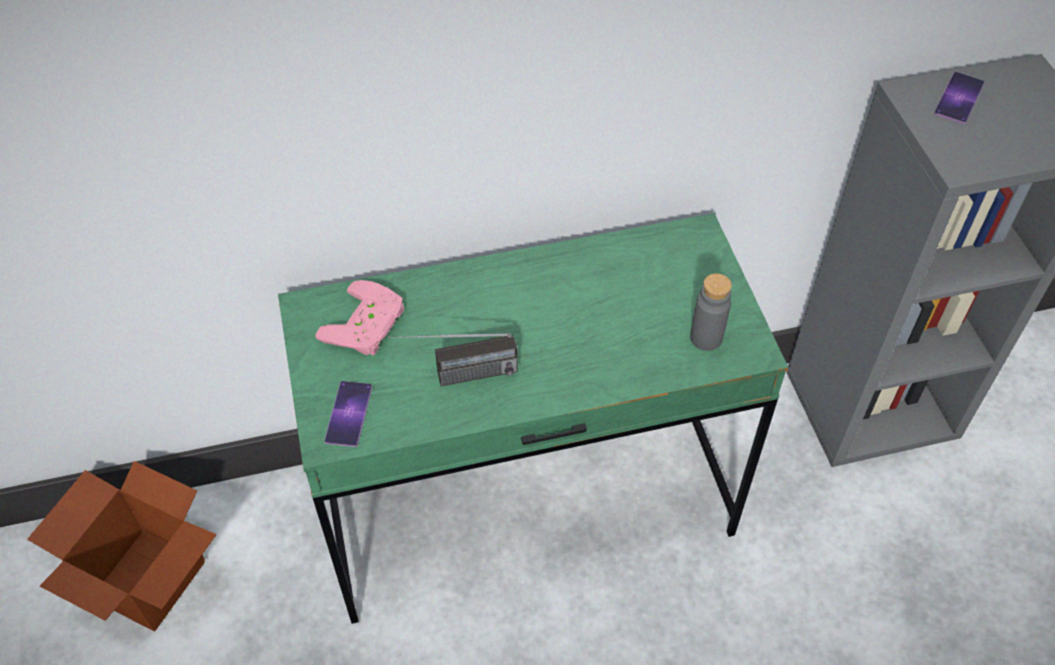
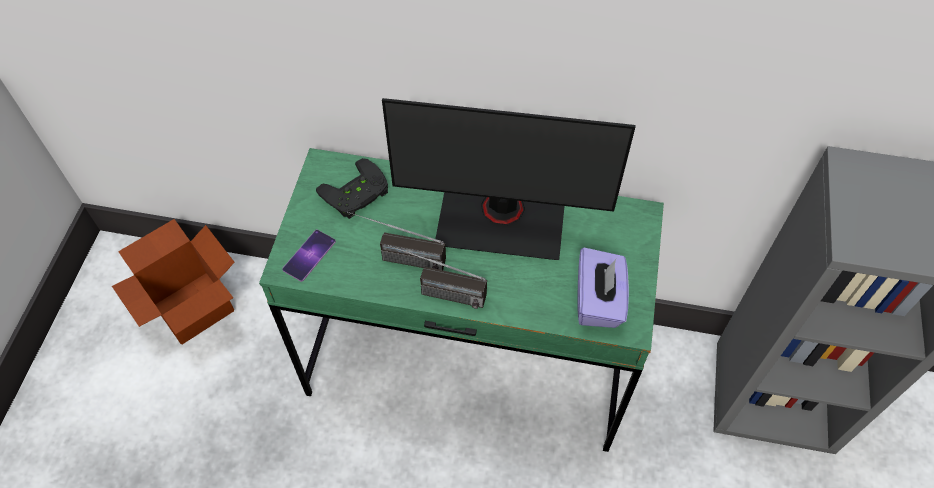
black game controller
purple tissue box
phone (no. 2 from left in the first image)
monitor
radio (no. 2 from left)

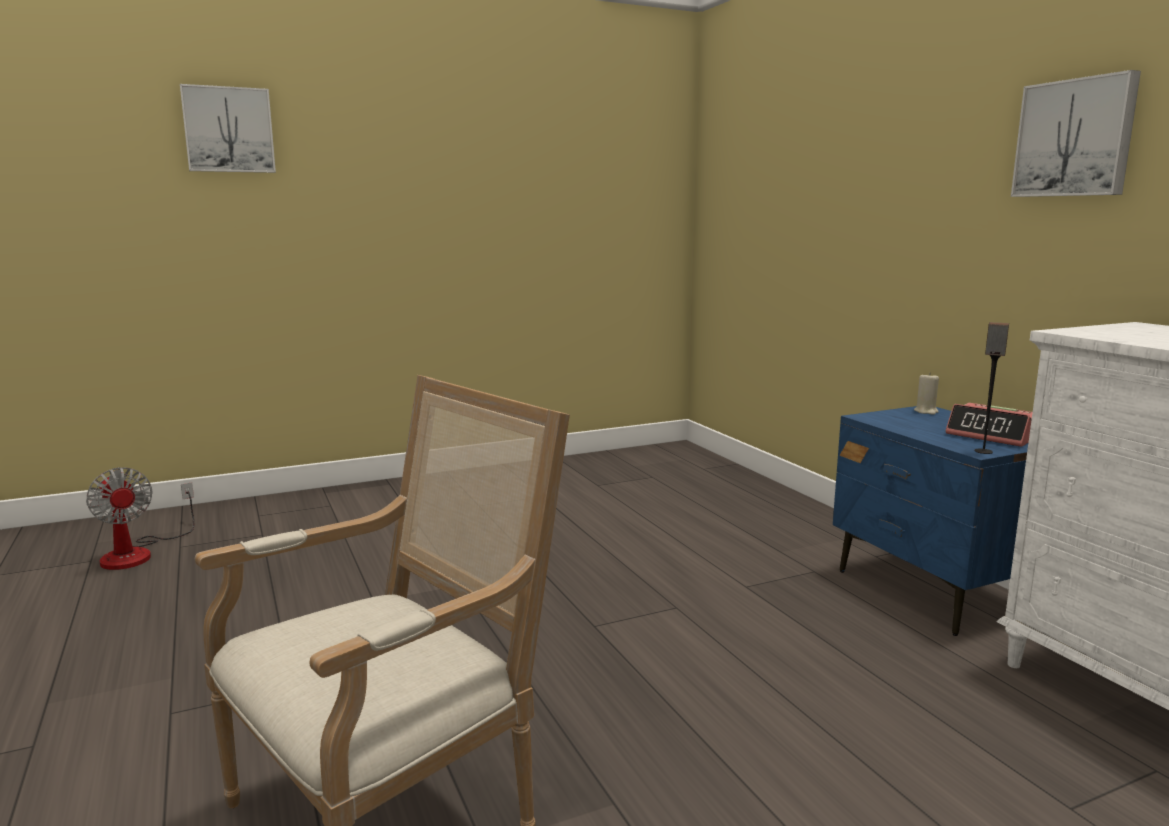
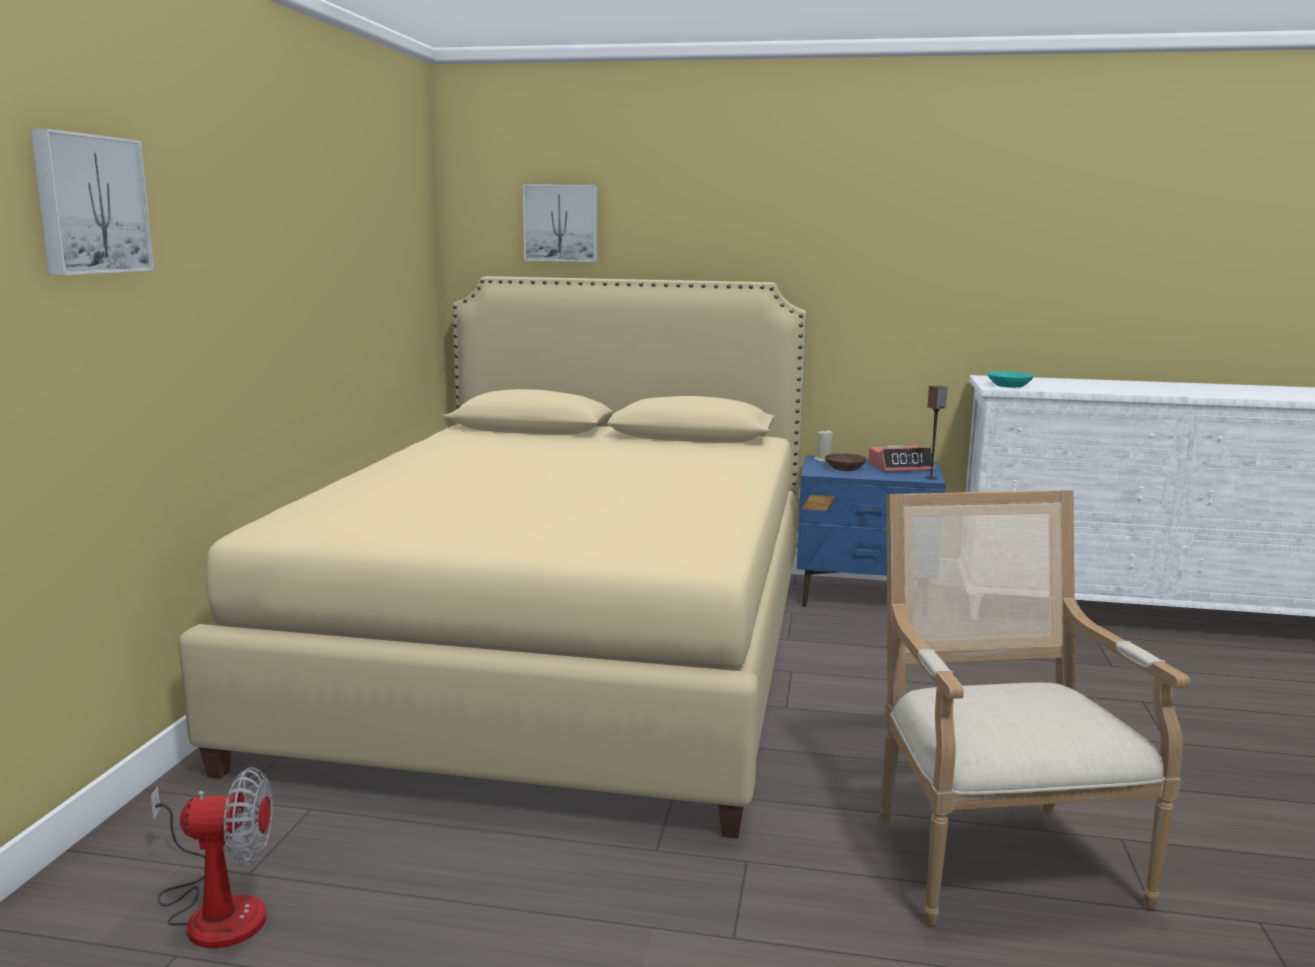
picture (no. 2 from left)
beige bed
brown bowl
turquoise bowl

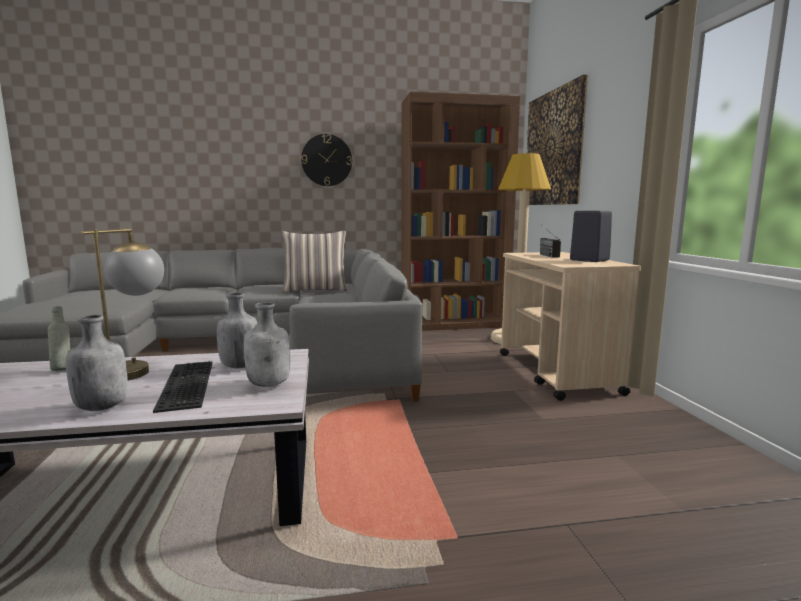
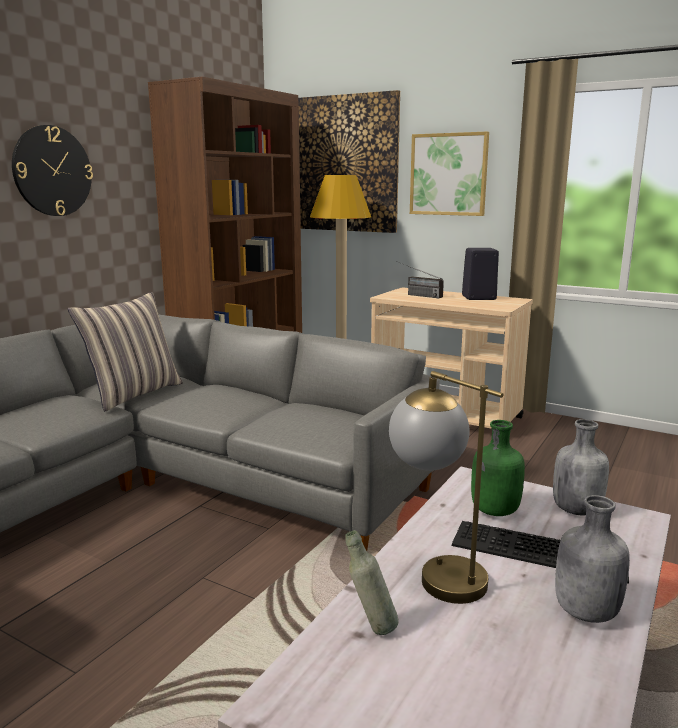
green bottle
picture (no. 2 from left)

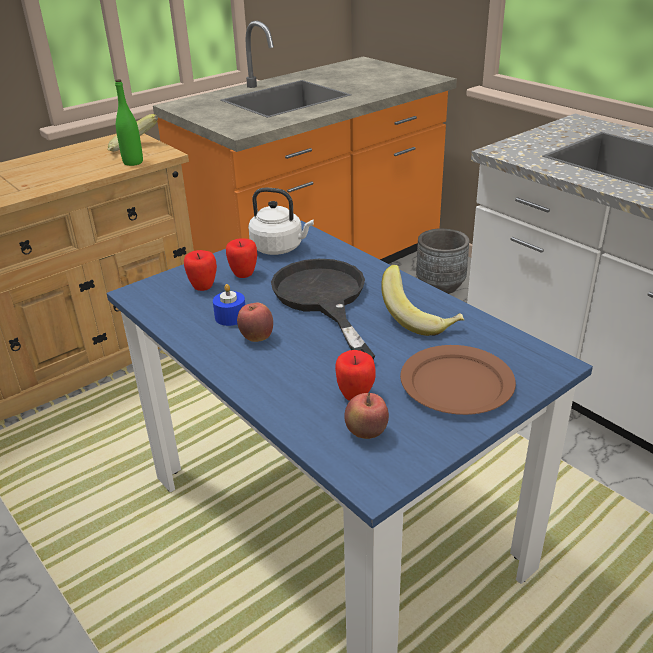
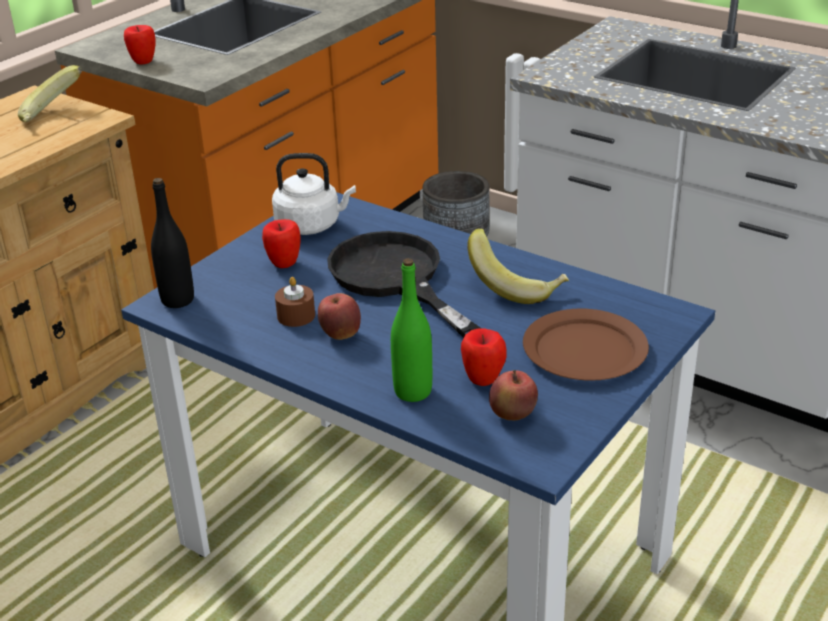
green bottle
apple (no. 1 from left)
brown candle
black bottle

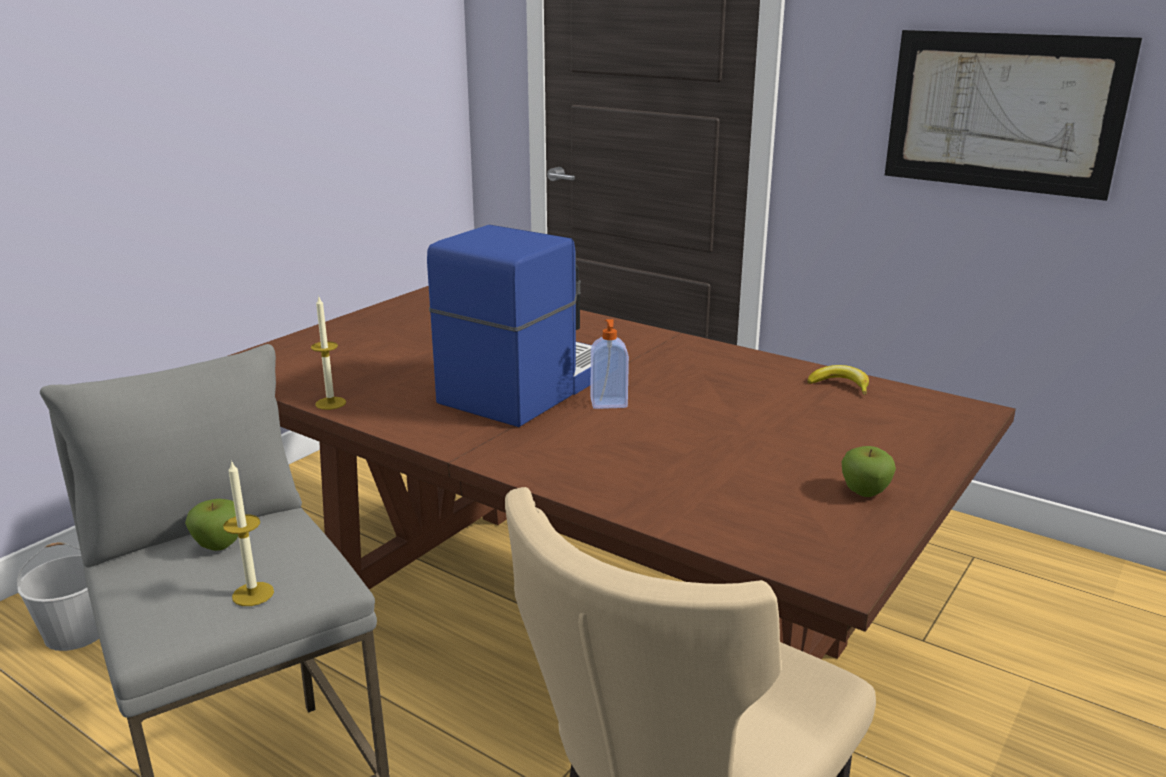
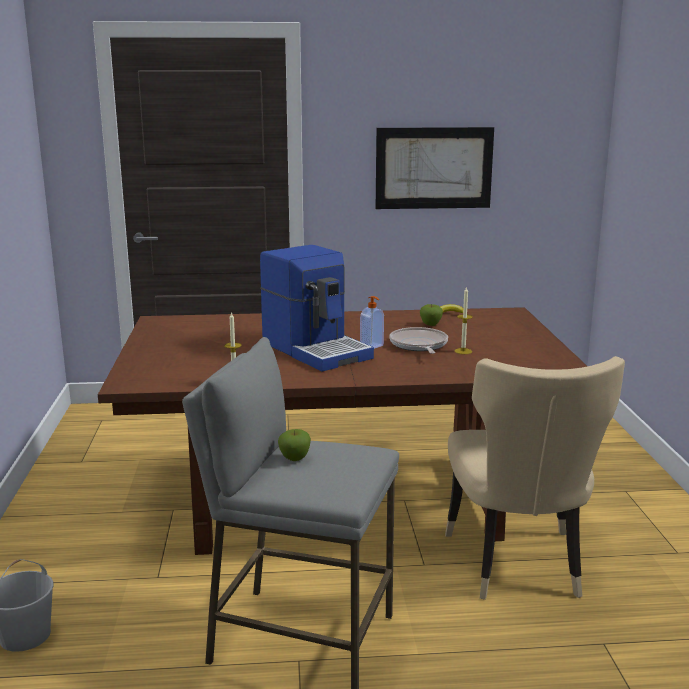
candle (no. 2 from left)
coffee machine
apple (no. 2 from left)
frying pan

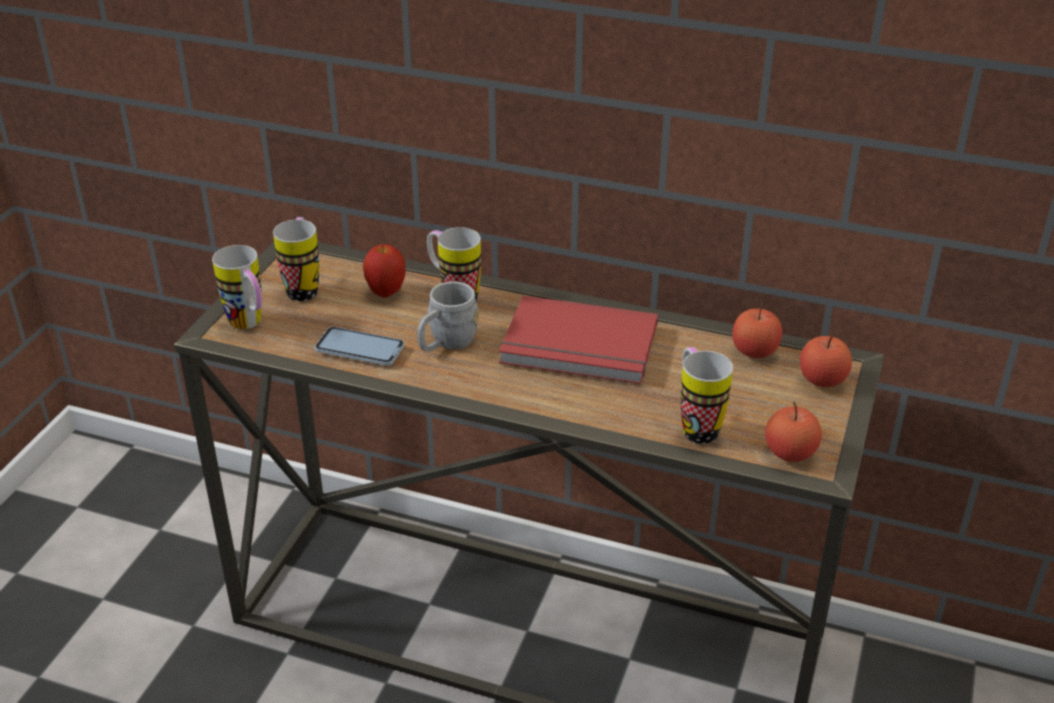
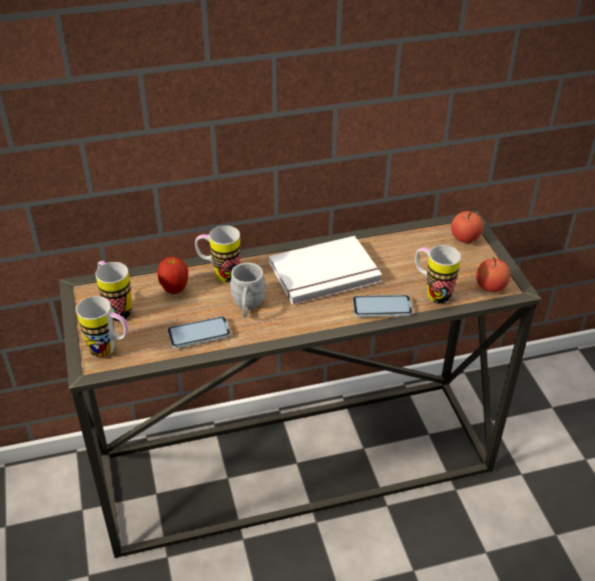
white book
apple (no. 2 from left in the first image)
phone (no. 2 from left)

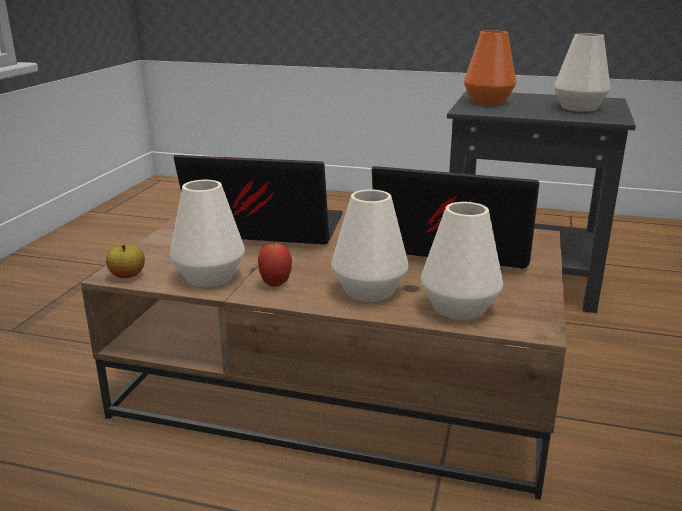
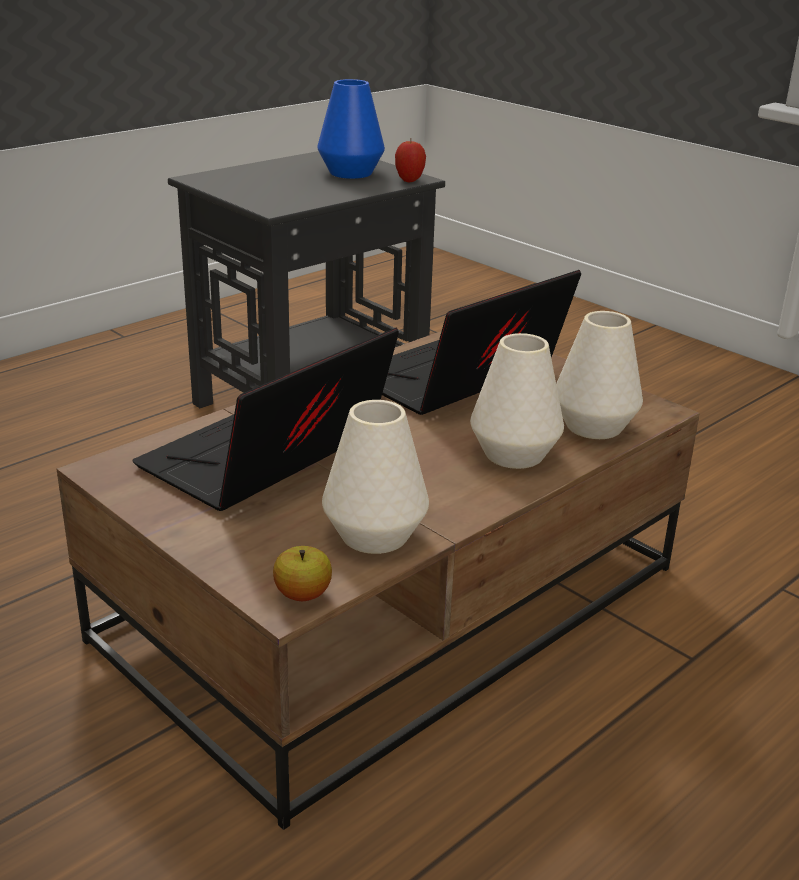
apple (no. 2 from left)
orange vase
blue vase

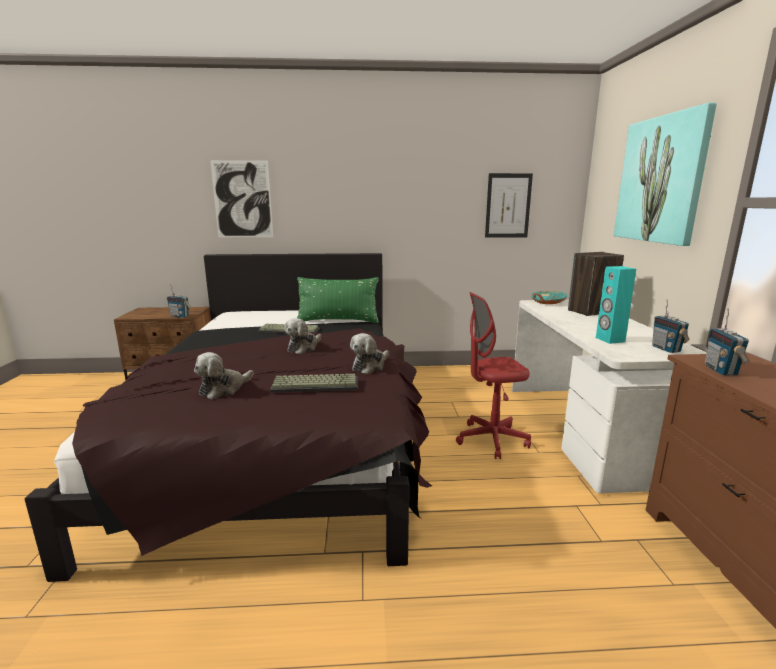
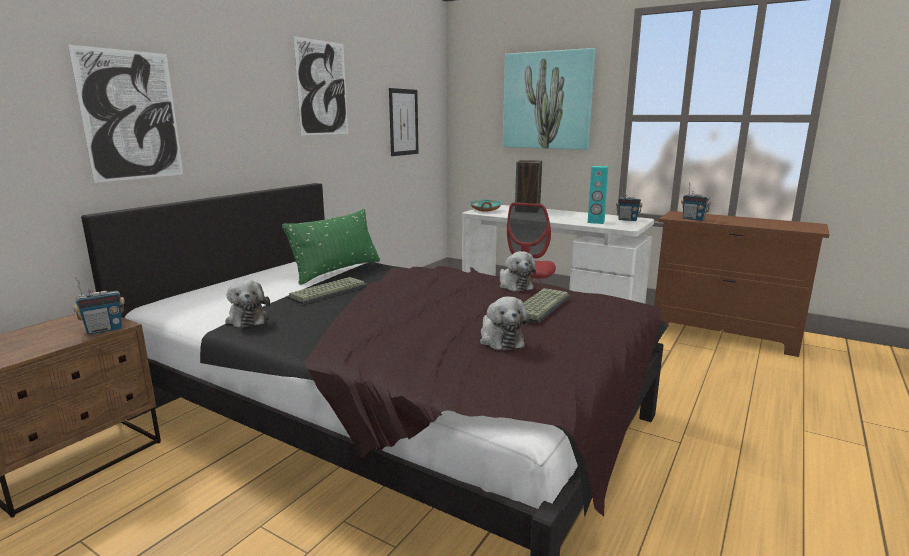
plush toy (no. 1 from left)
picture (no. 2 from left)

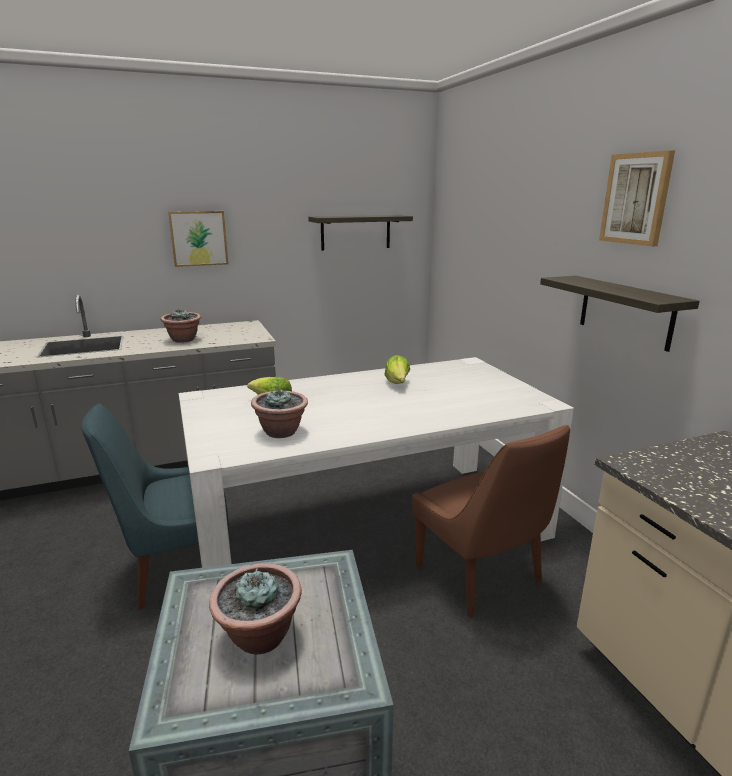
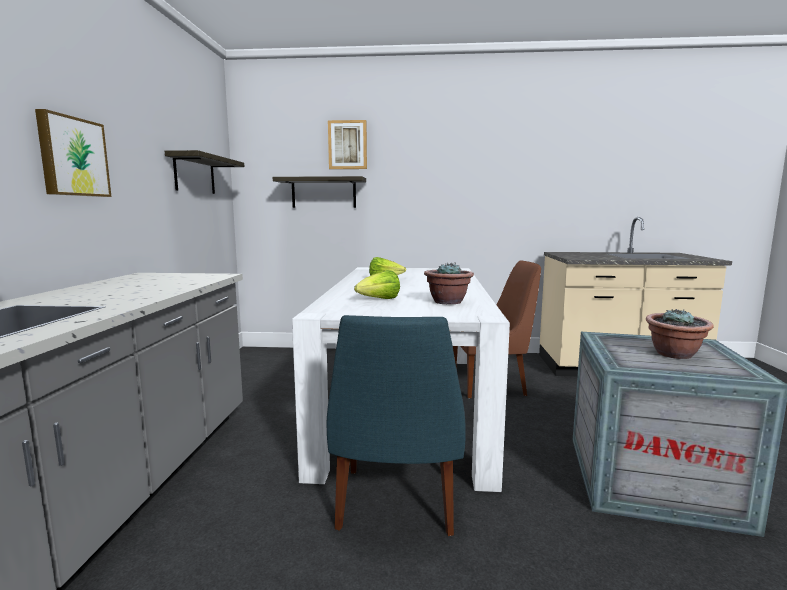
potted plant (no. 1 from left in the first image)
shelf (no. 2 from left)
picture (no. 2 from left)

